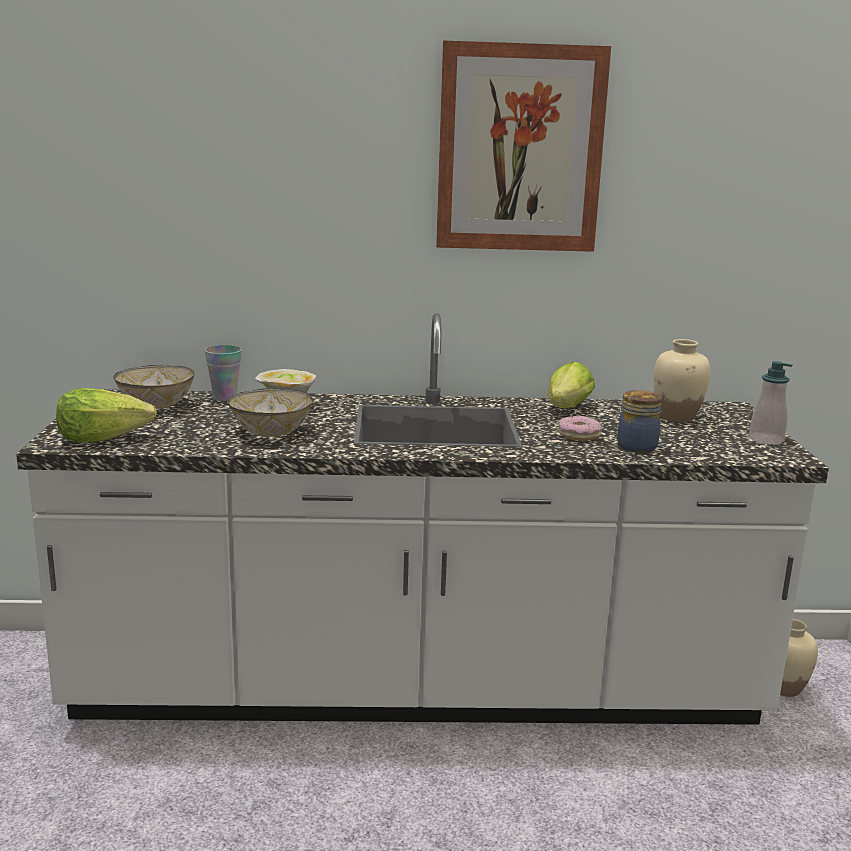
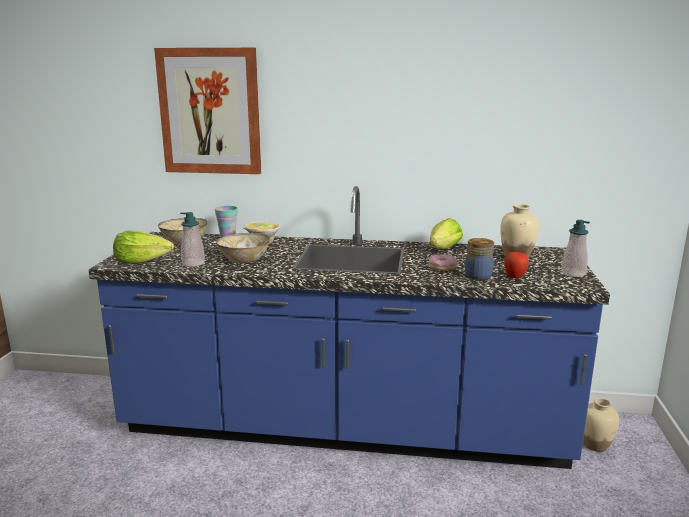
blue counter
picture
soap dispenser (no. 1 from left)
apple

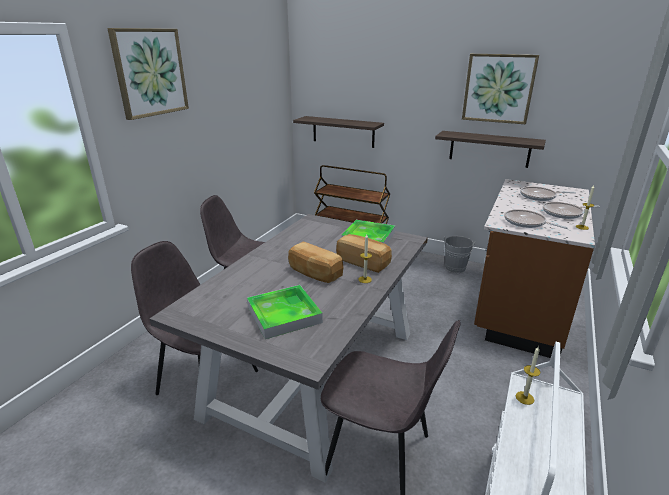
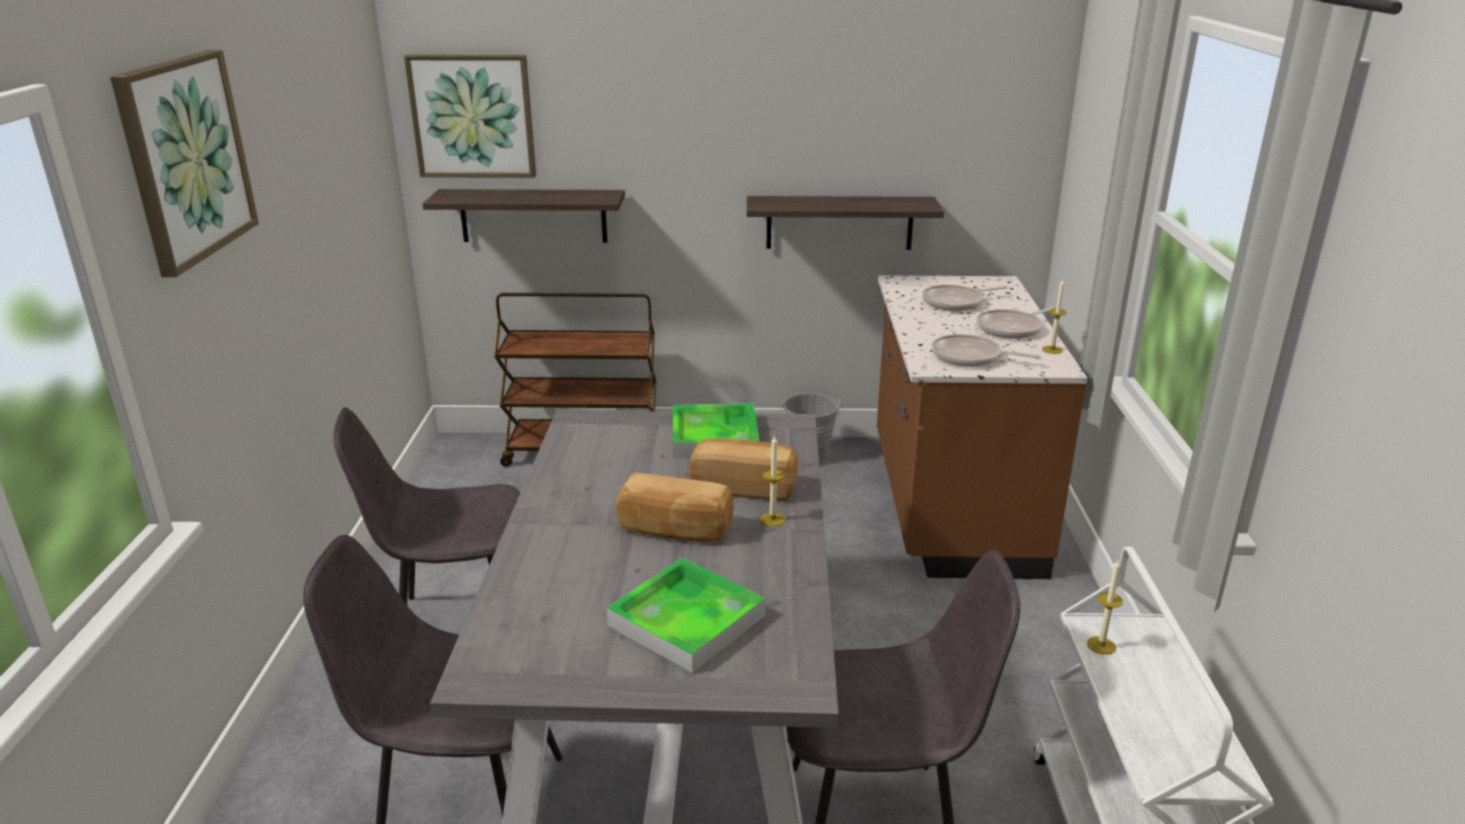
picture (no. 2 from left)

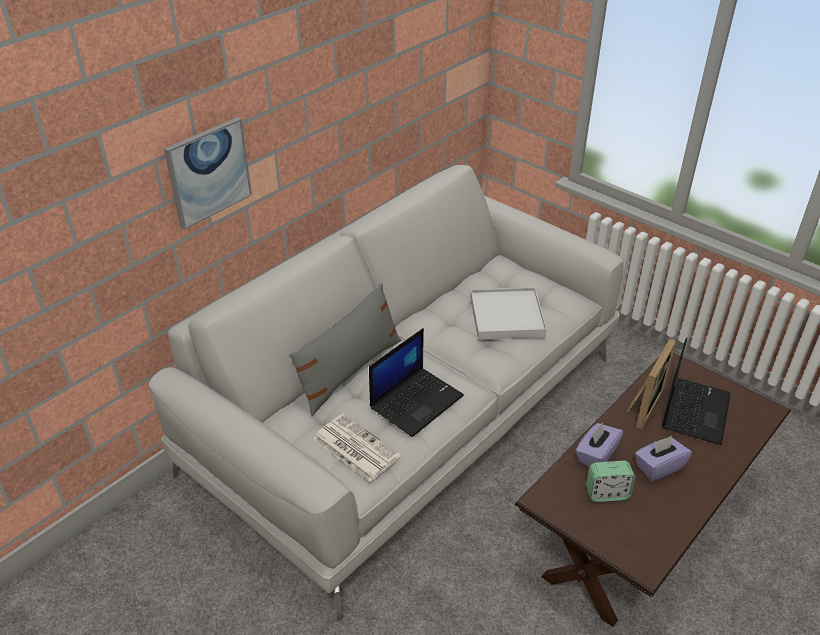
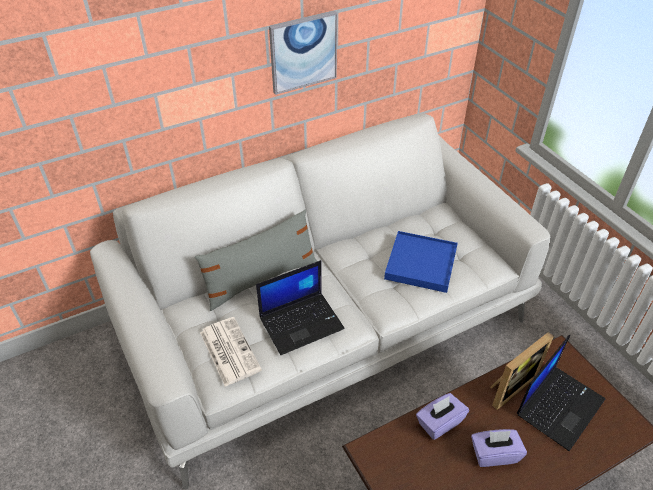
picture
blue tray
alarm clock

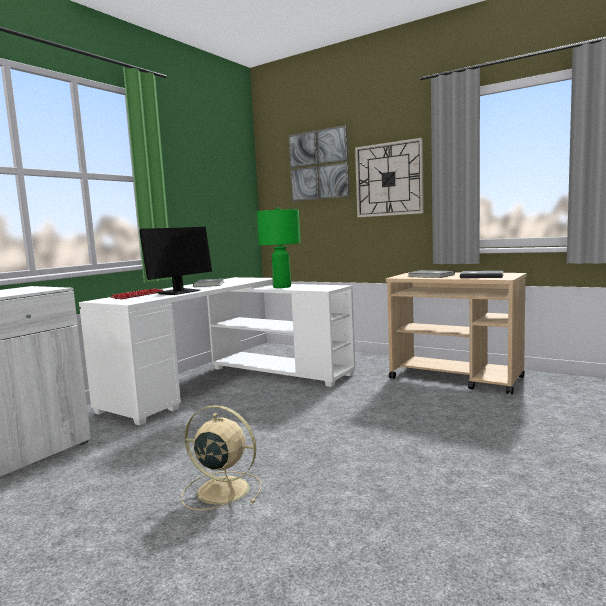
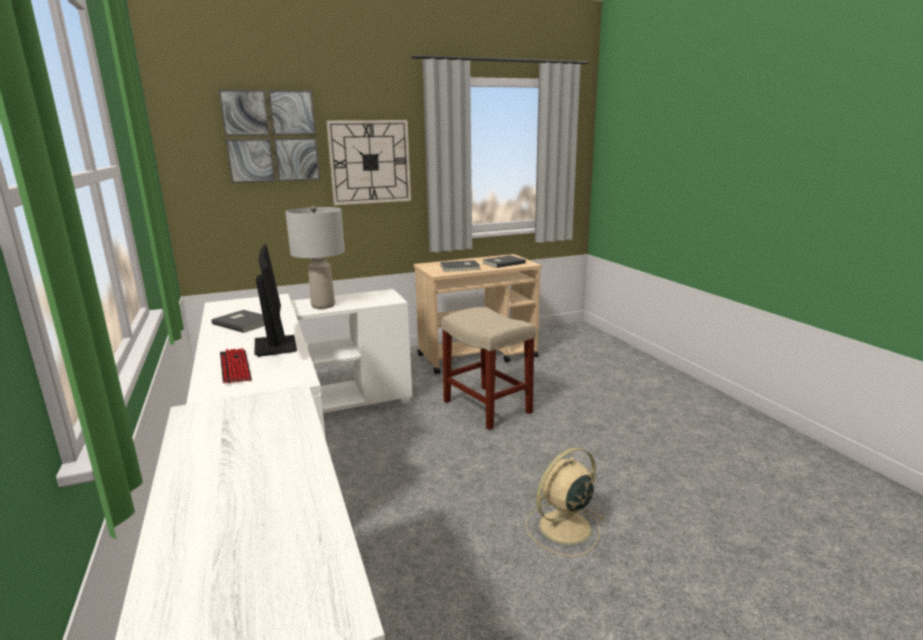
grey table lamp
beige stool

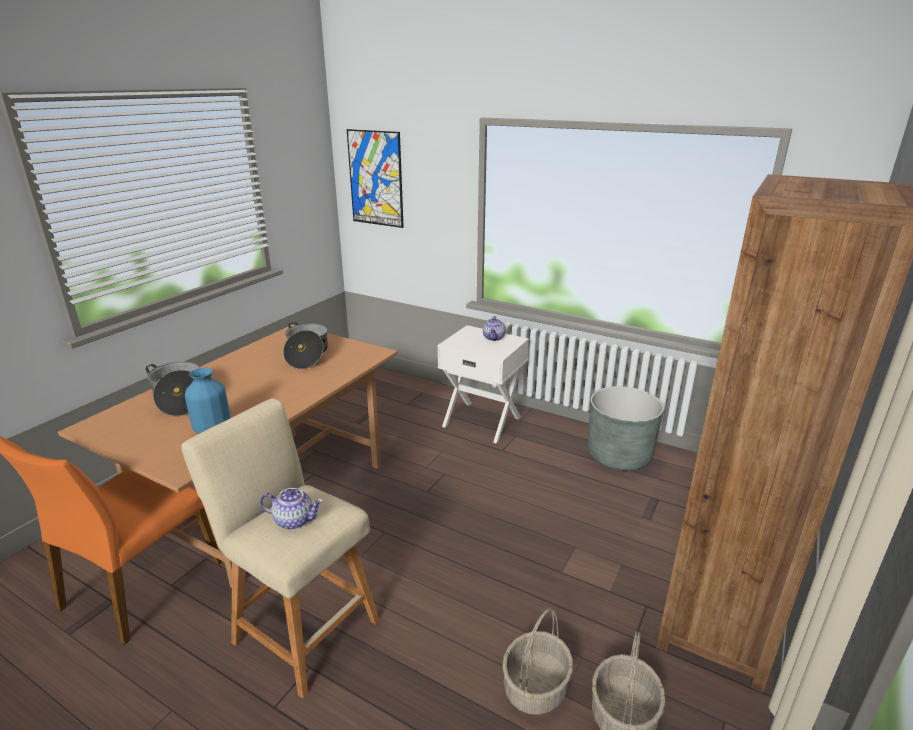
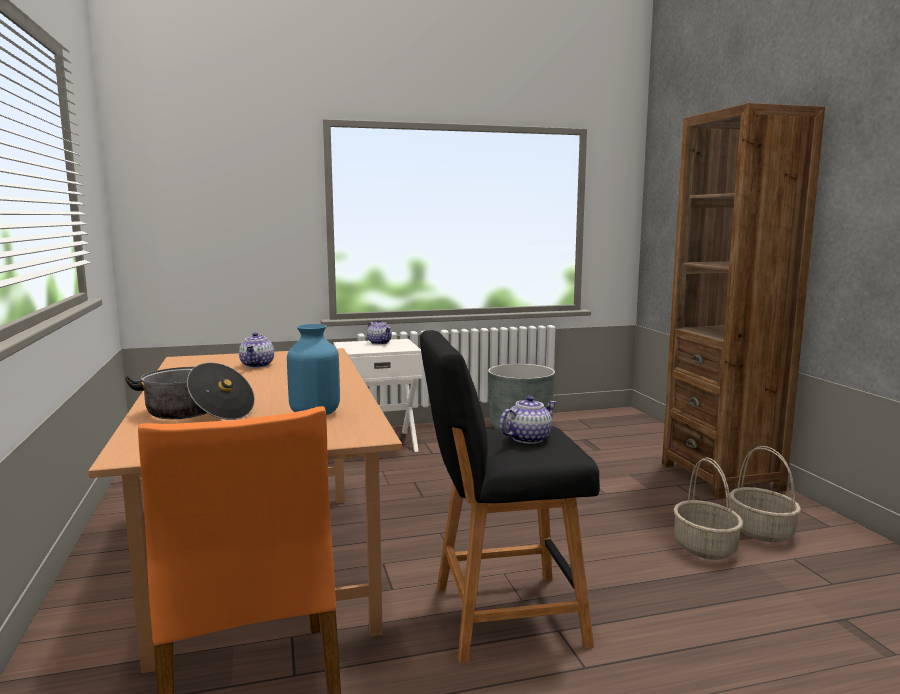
black stool
teapot (no. 1 from left)
picture

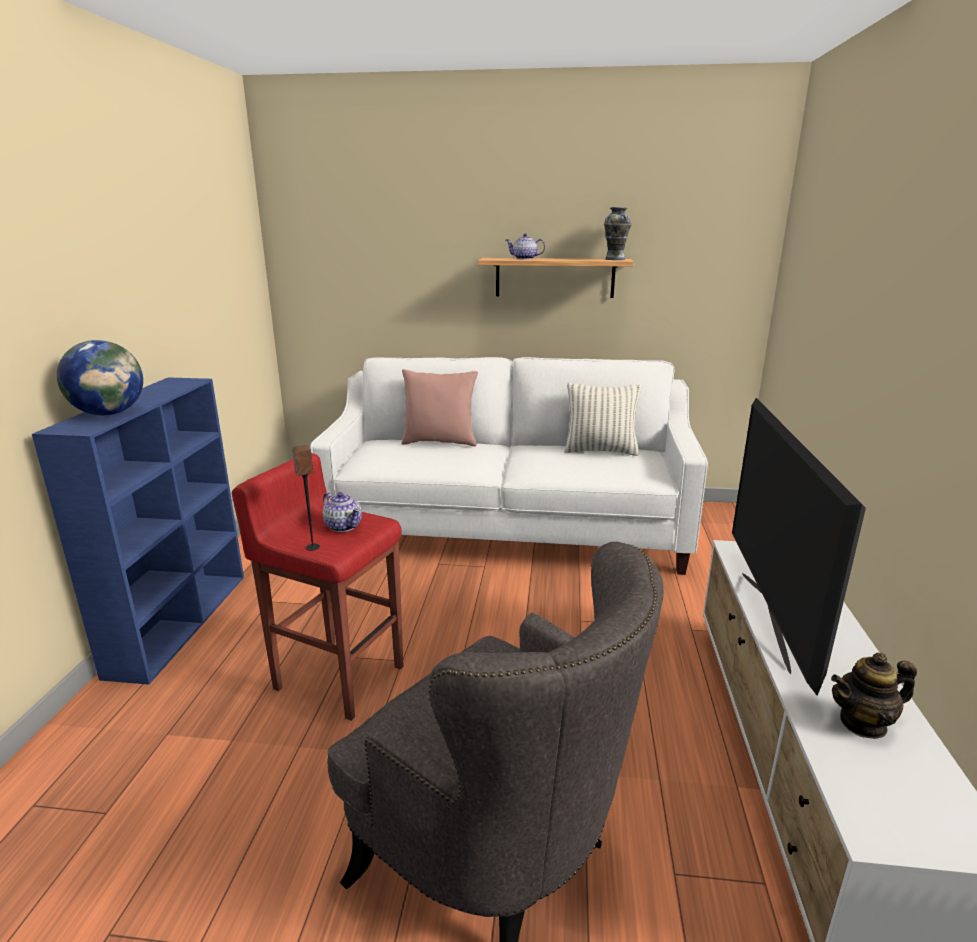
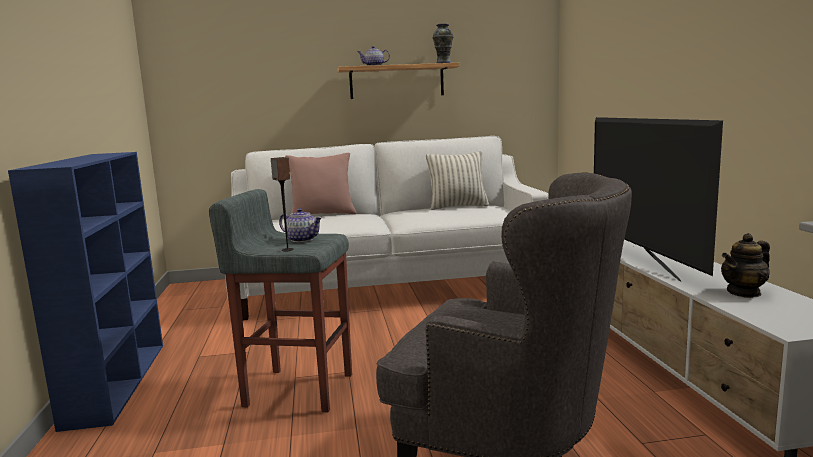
globe
grey stool

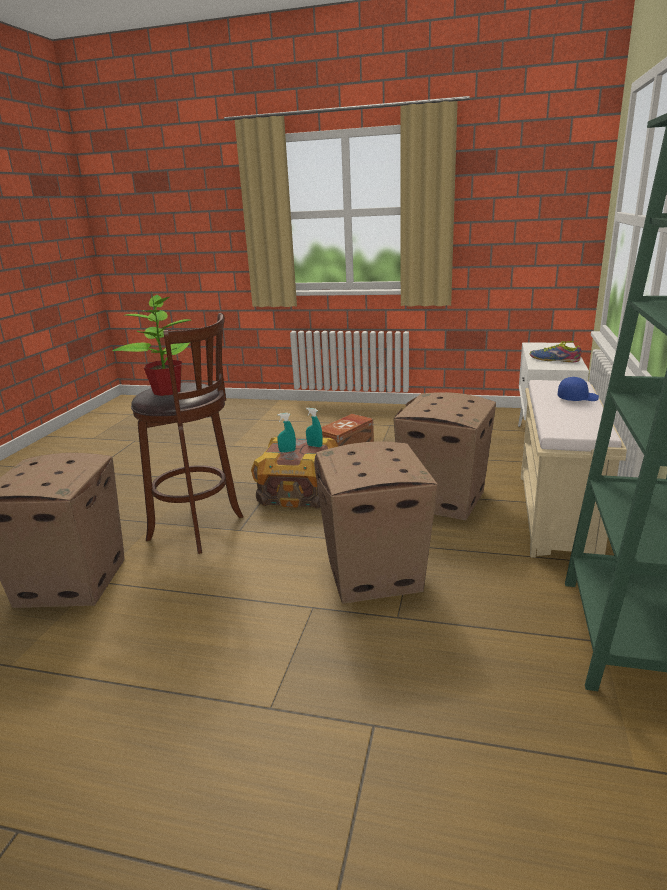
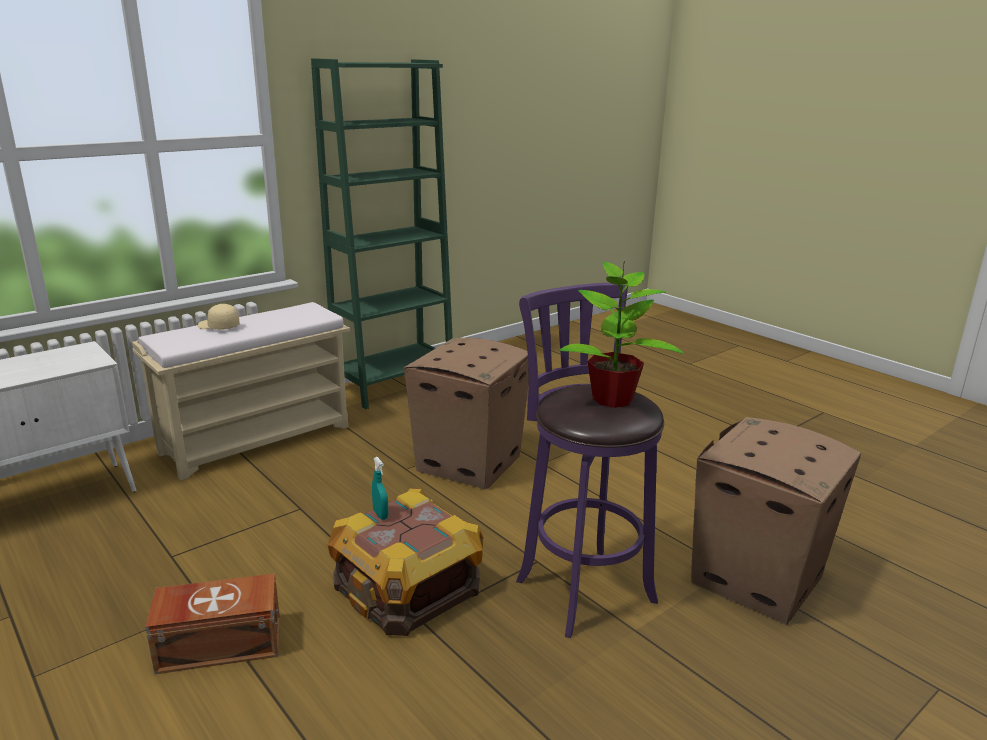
purple stool
turquoise spray bottle (no. 1 from left in the first image)
cardboard box (no. 3 from left in the first image)
shoe
beige cap

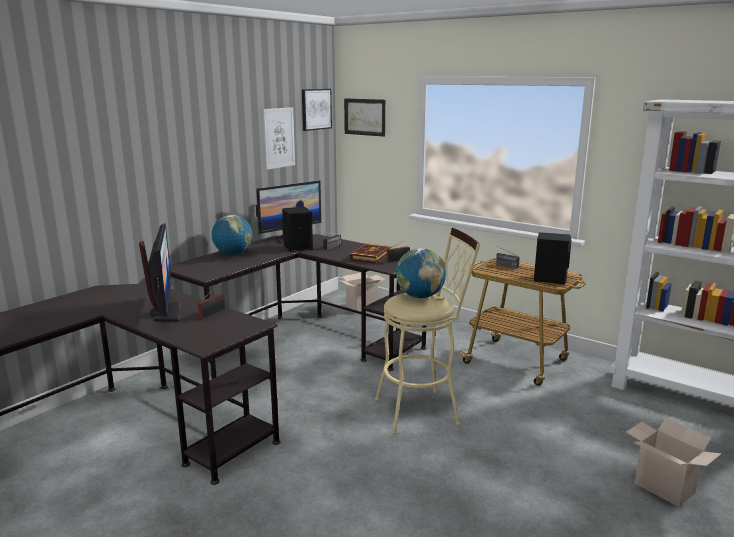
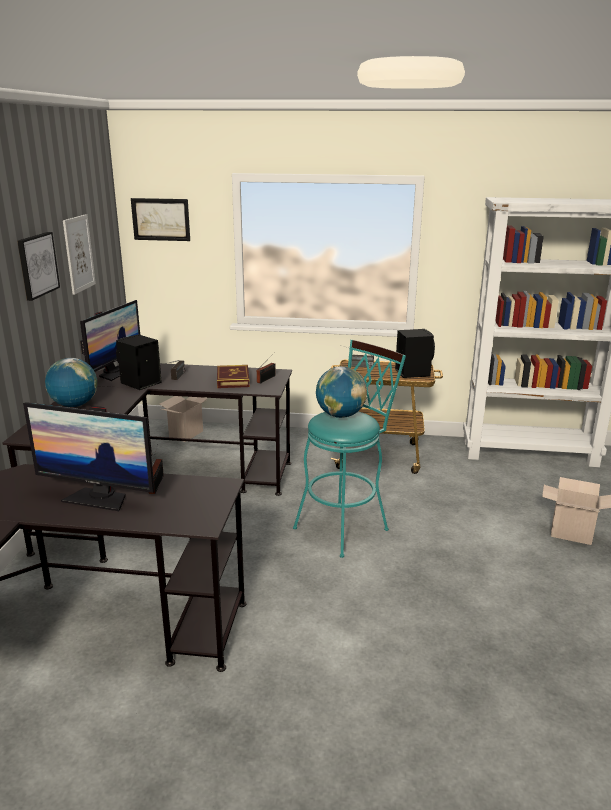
monitor (no. 1 from left)
picture (no. 1 from left)
turquoise stool

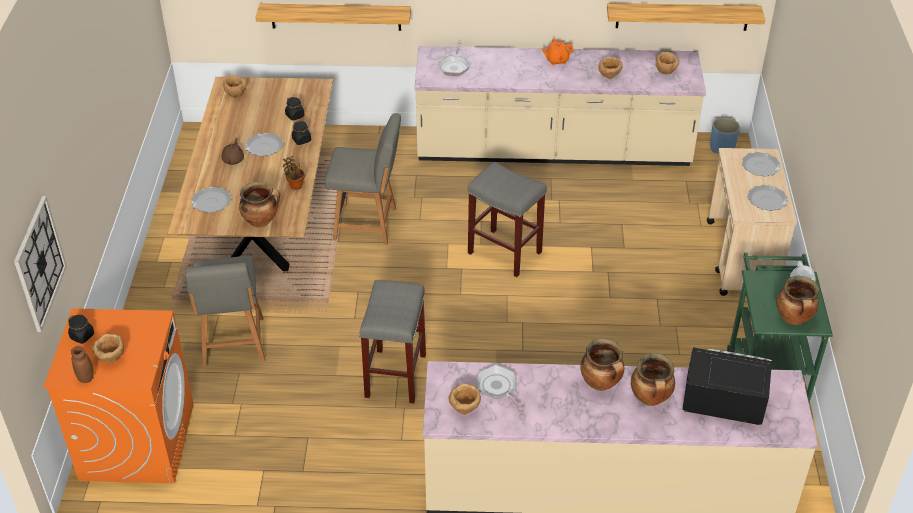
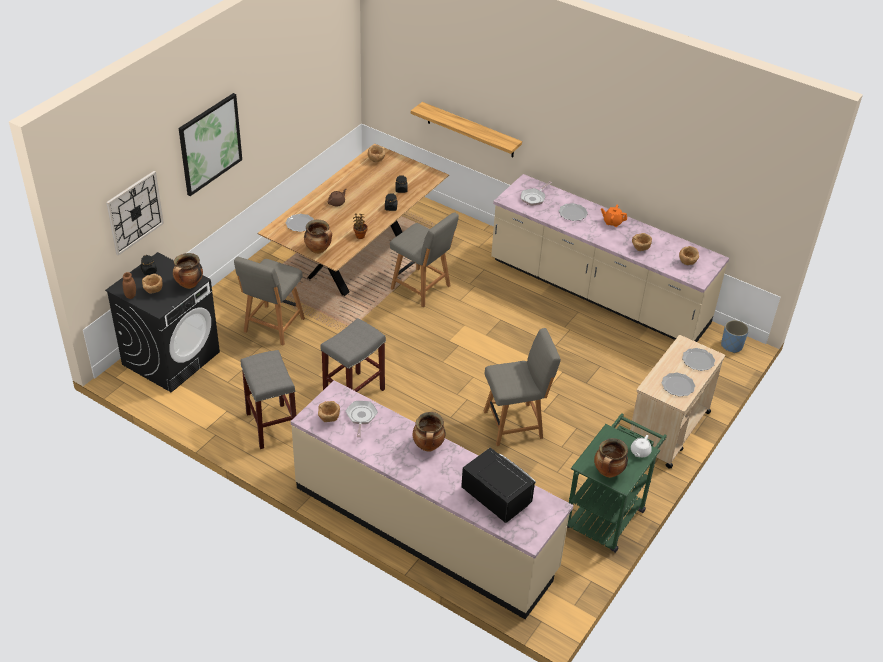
black washing machine
plate (no. 2 from left)
grey stool (no. 1 from left)
shelf (no. 2 from left in the first image)
cooking pot (no. 1 from left)
picture
grey chair (no. 3 from left)

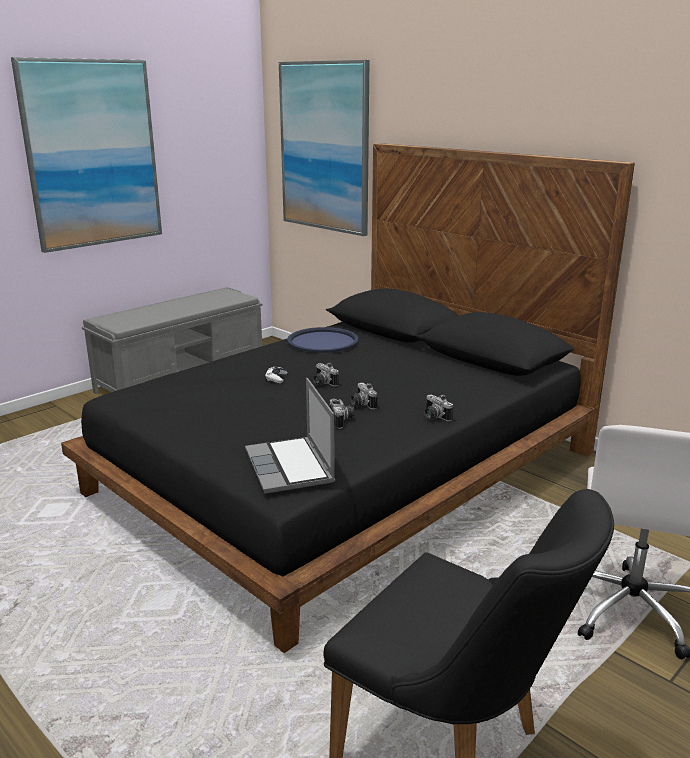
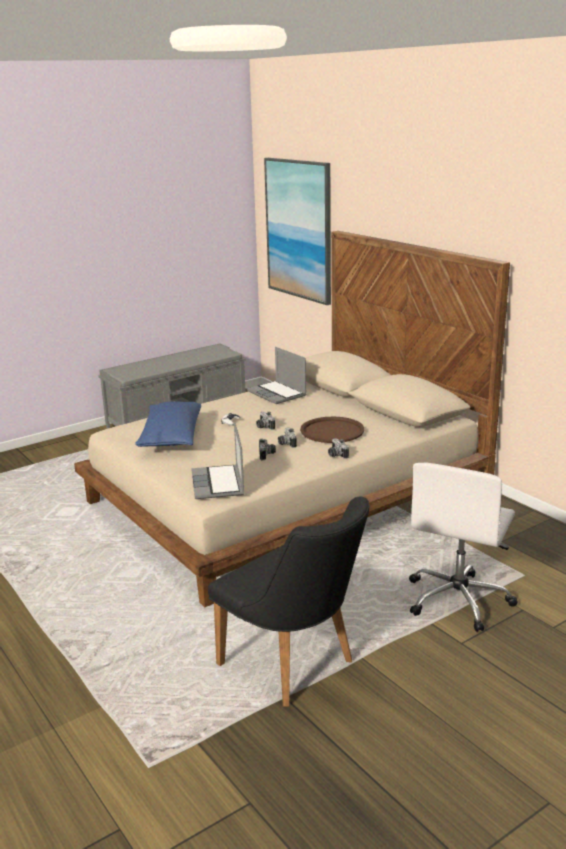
picture (no. 1 from left in the first image)
beige bed
laptop (no. 2 from left)
blue pillow
brown tray

